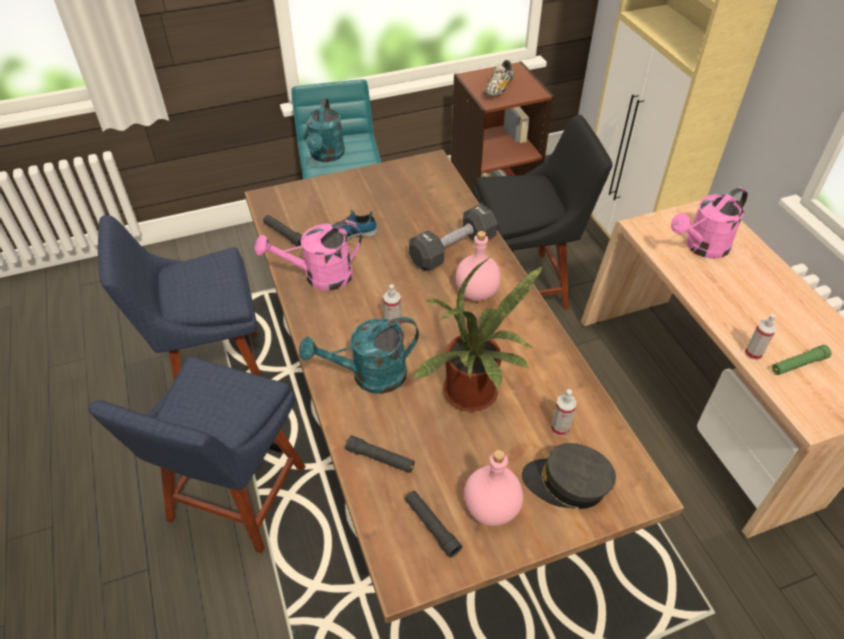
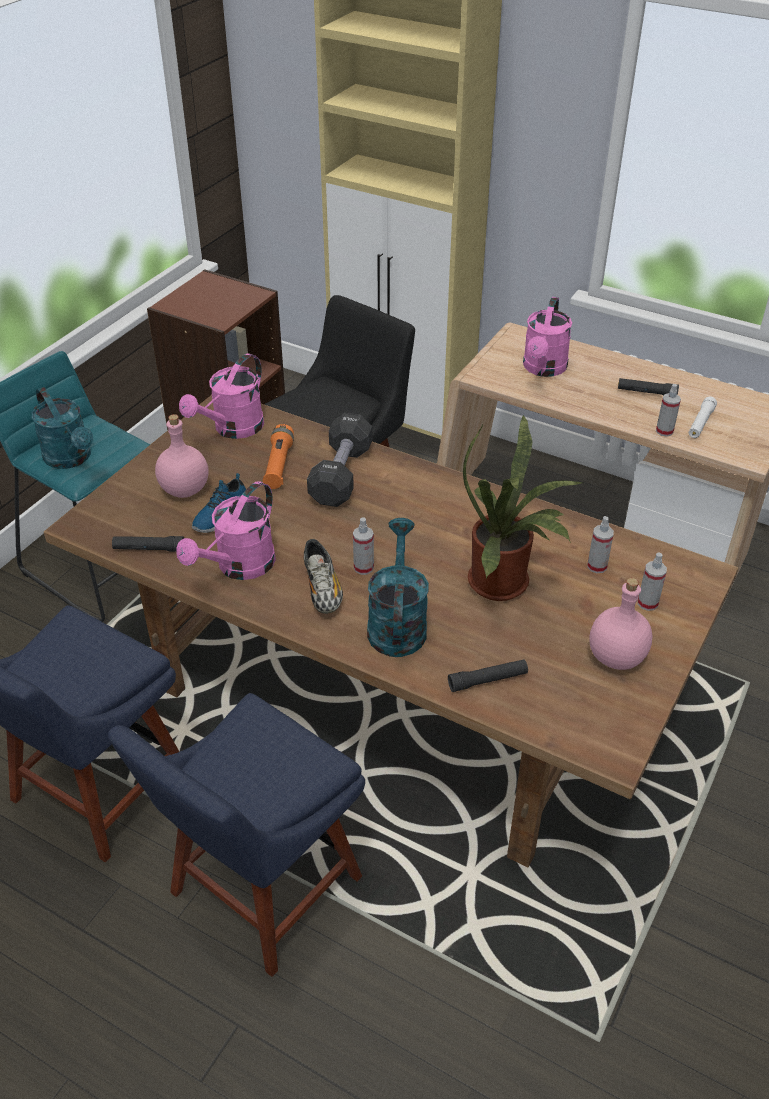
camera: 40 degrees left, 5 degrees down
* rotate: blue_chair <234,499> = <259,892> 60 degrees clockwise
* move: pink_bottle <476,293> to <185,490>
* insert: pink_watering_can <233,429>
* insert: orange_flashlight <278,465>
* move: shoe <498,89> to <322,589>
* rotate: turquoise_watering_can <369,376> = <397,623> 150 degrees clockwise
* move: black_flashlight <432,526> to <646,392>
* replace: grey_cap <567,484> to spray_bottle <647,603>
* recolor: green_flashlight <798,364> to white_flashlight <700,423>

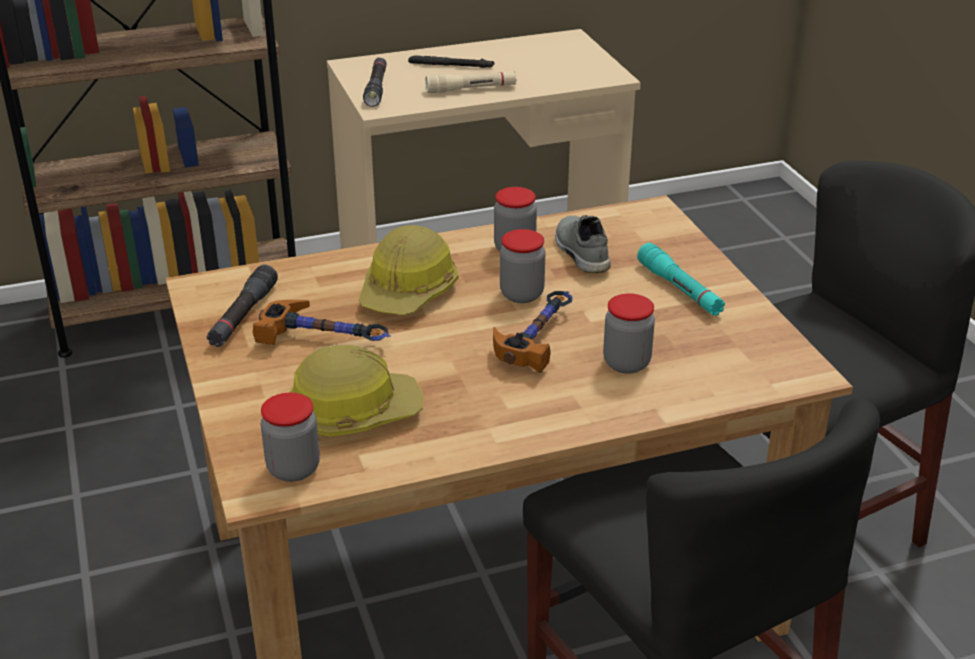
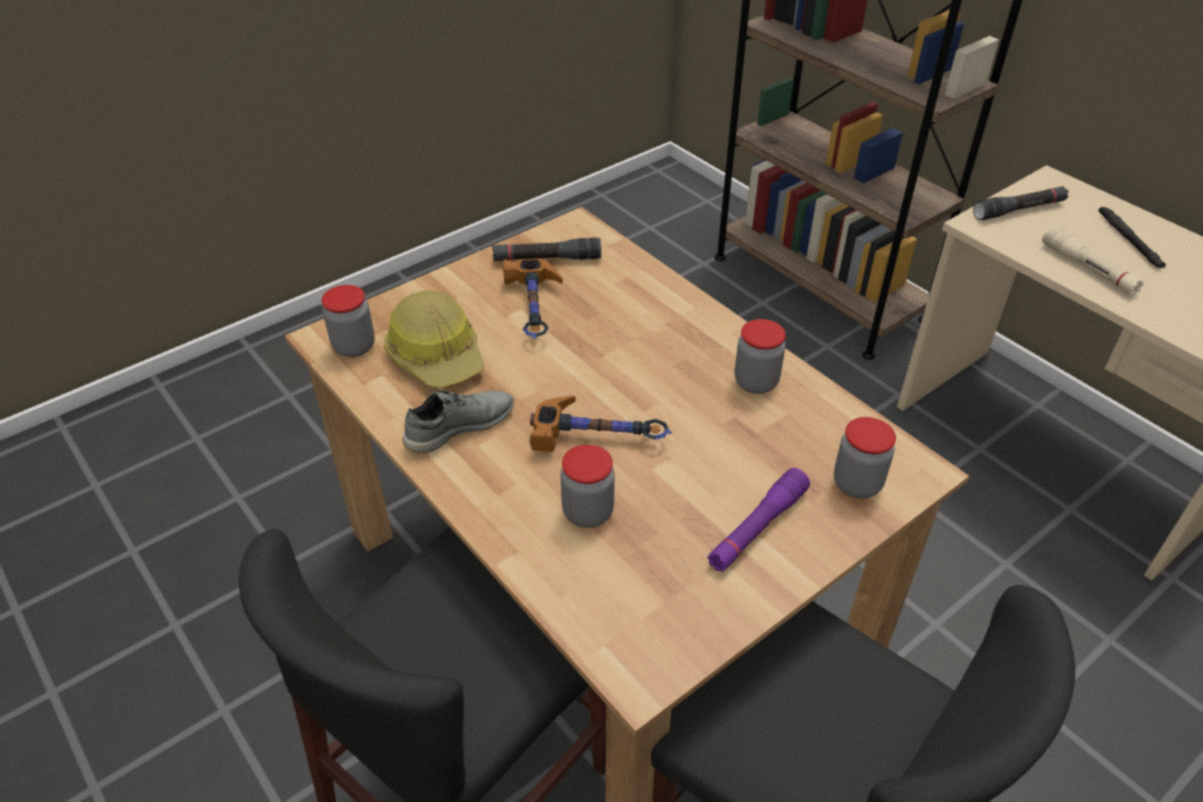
camera: 70 degrees right, 10 degrees up
* move: grey_shoe <580,252> to <459,426>
* recolor: turquoise_flashlight <679,289> to purple_flashlight <757,528>
* move: jar <521,294> to <857,484>
* delete: hard_hat <408,291>

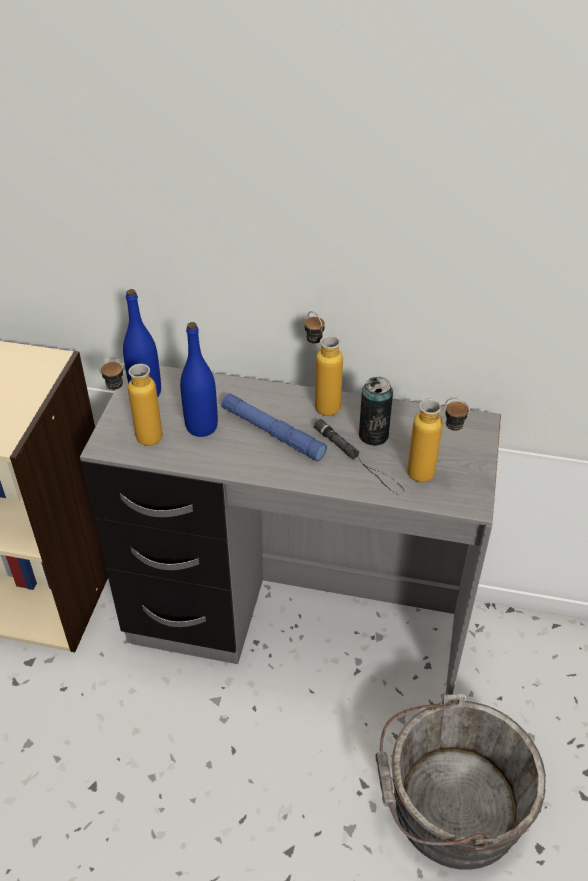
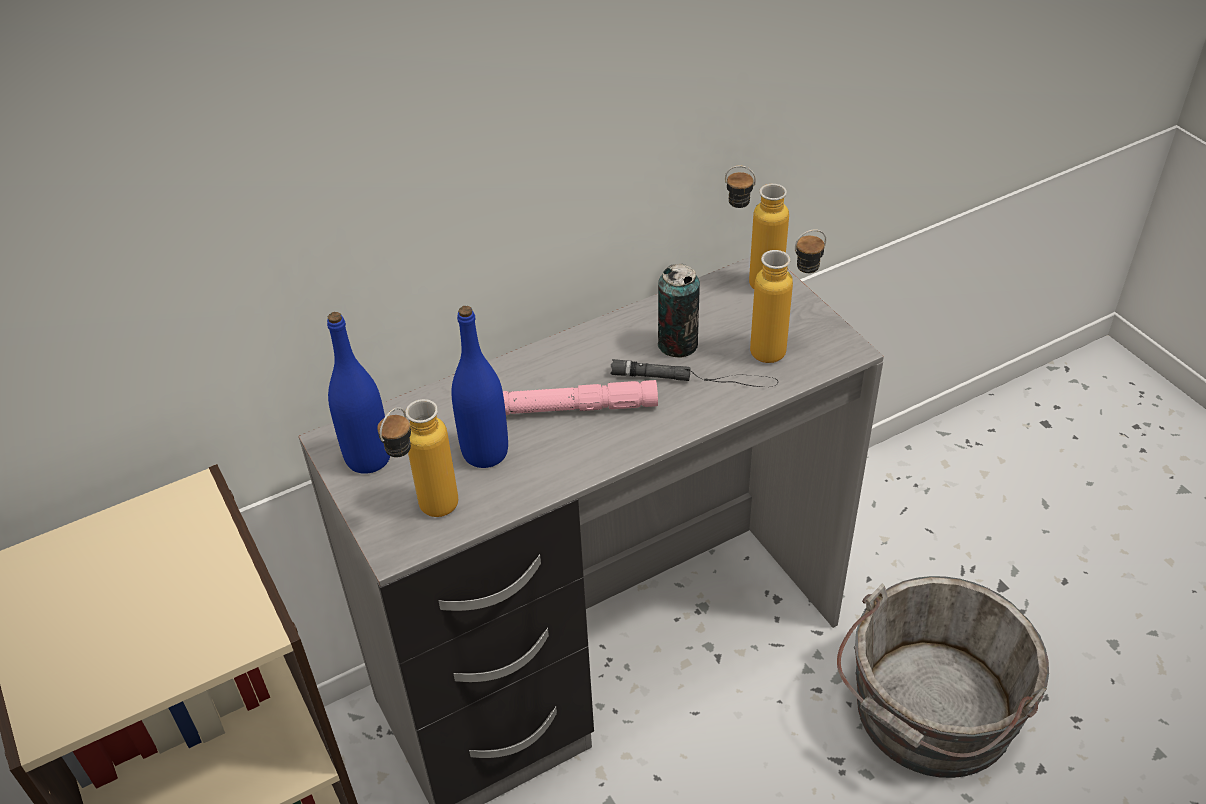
camera: 40 degrees left, 0 degrees up
* recolor: blue_flashlight <272,432> to pink_flashlight <572,408>
* move: bottle <321,402> to <751,282>

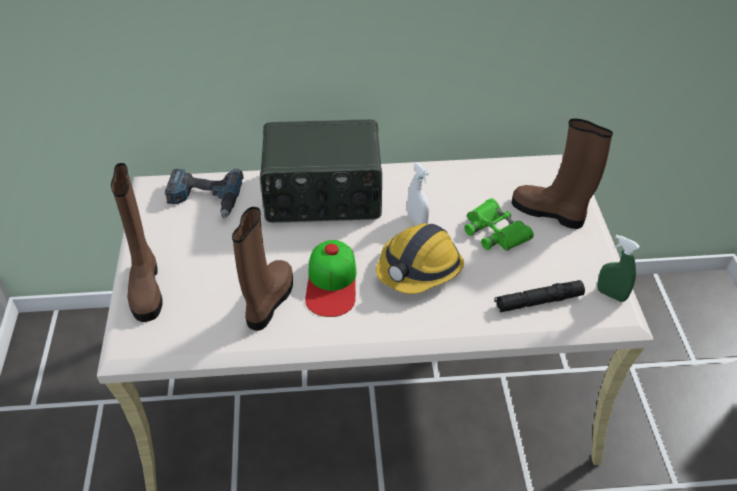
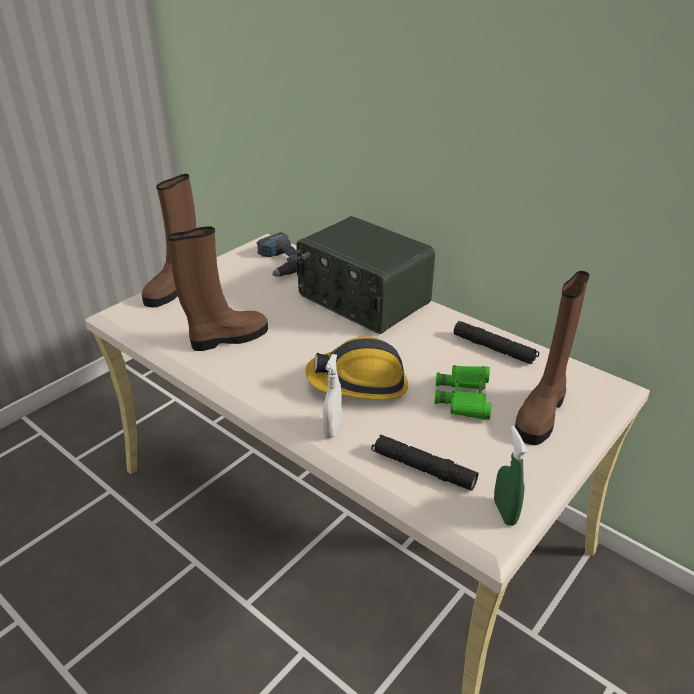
camera: 45 degrees right, 10 degrees down
* move: white_spray_bottle <417,221> to <332,428>
* insert: black_flashlight <494,349>
* rotate: brown_boot <550,212> = <541,414> 135 degrees counterclockwise
* delete: cap <332,283>

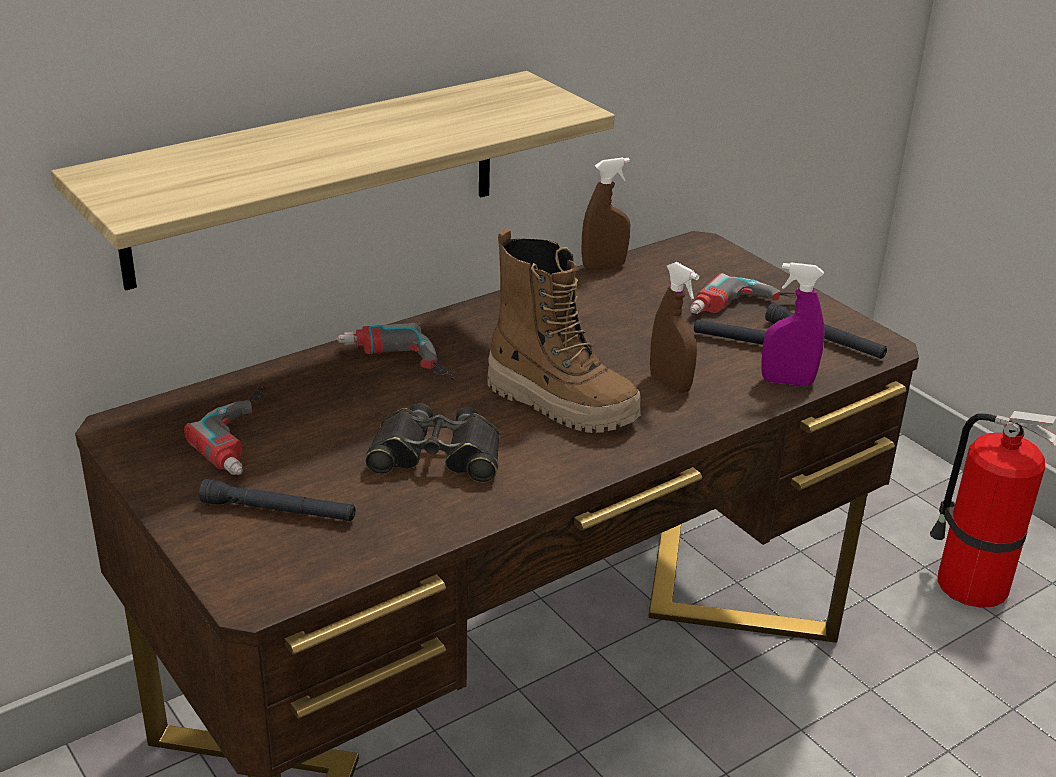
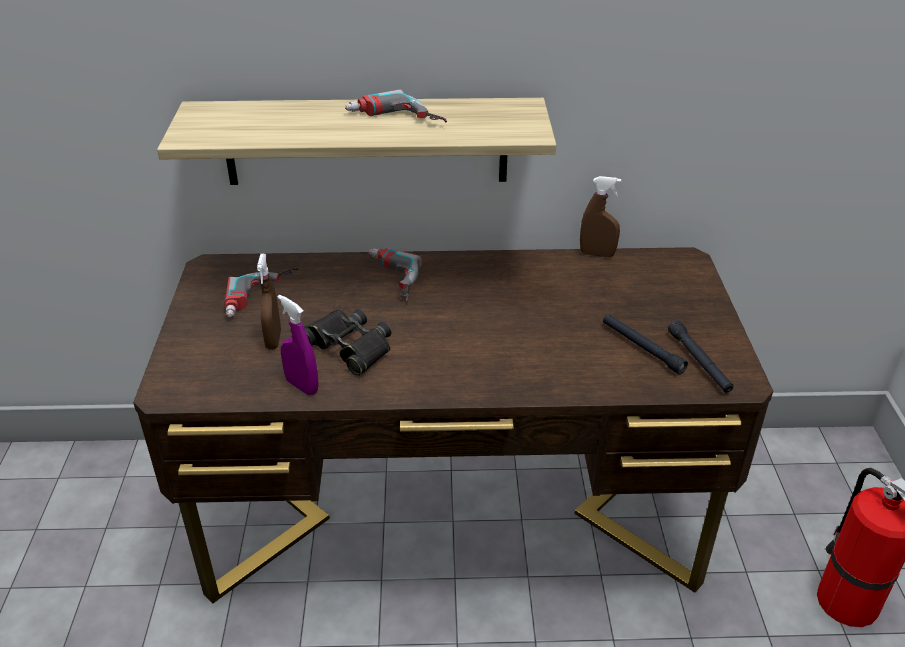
camera: 35 degrees right, 5 degrees up
* move: brown_spray_bottle <670,383> to <273,340>
* move: purple_spray_bottle <787,381> to <302,386>
* move: power_drill <747,310> to <394,120>
* delete: black_flashlight <278,511>
* delete: boot <561,403>

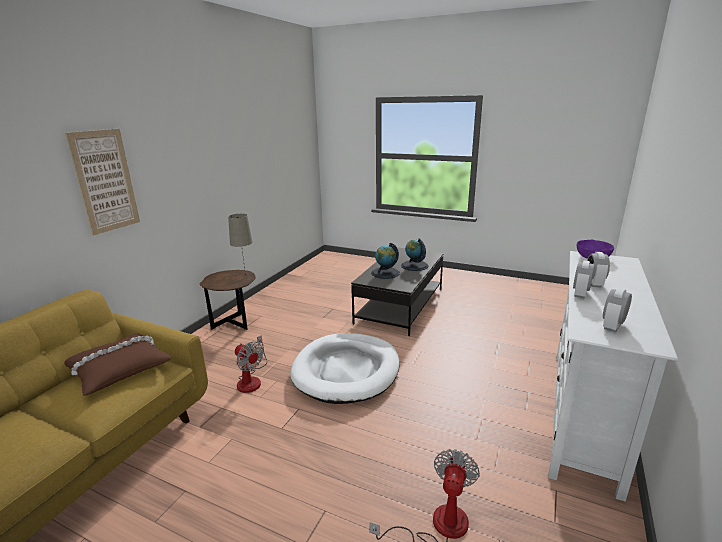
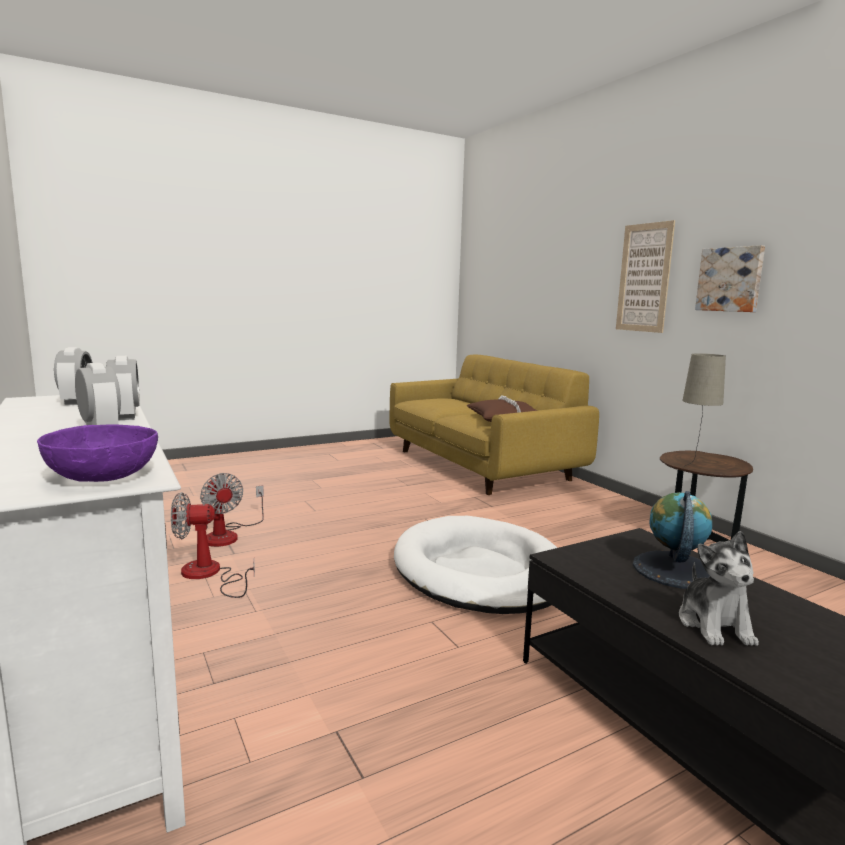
camera: 125 degrees right, 10 degrees down
* move: fan <251,379> to <208,575>
* replace: globe <414,265> to plush_toy <715,625>
* insert: picture <730,279>

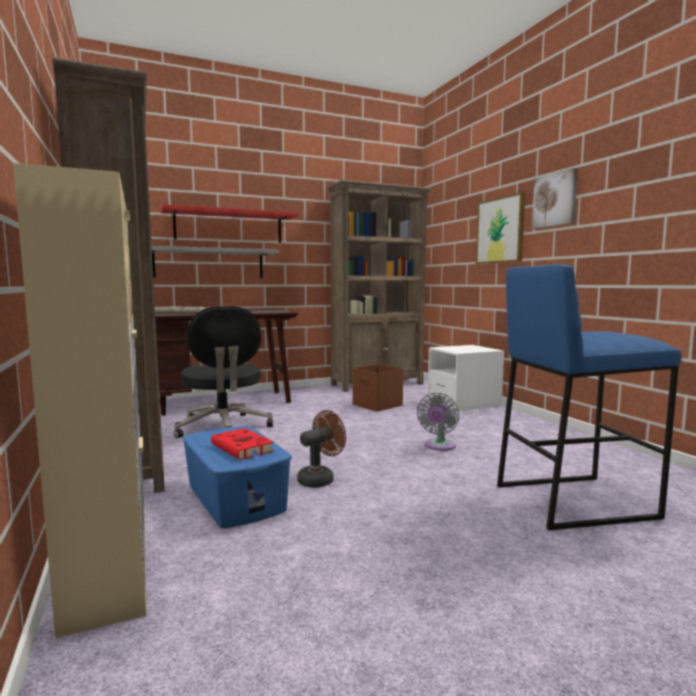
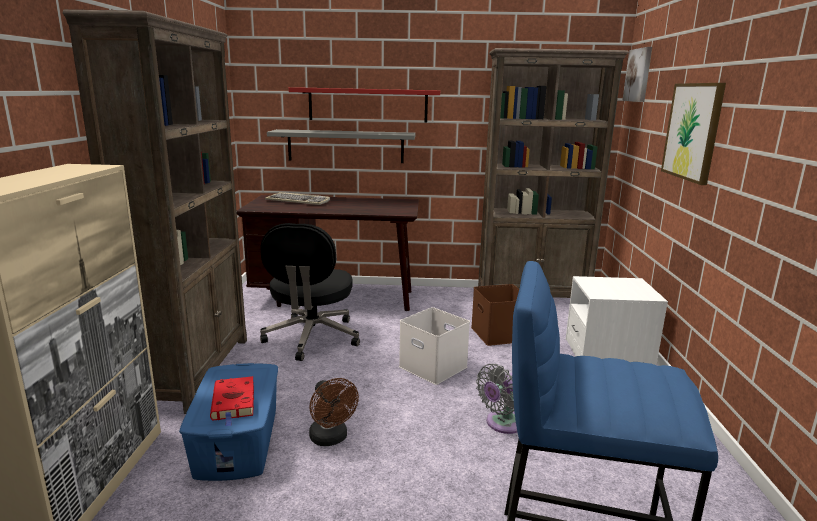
camera: 25 degrees right, 10 degrees up
* rotate: brown_fan <320,479> = <331,439> 75 degrees clockwise
* insert: white_storage_box <434,366>
* move: picture <555,200> to <638,75>

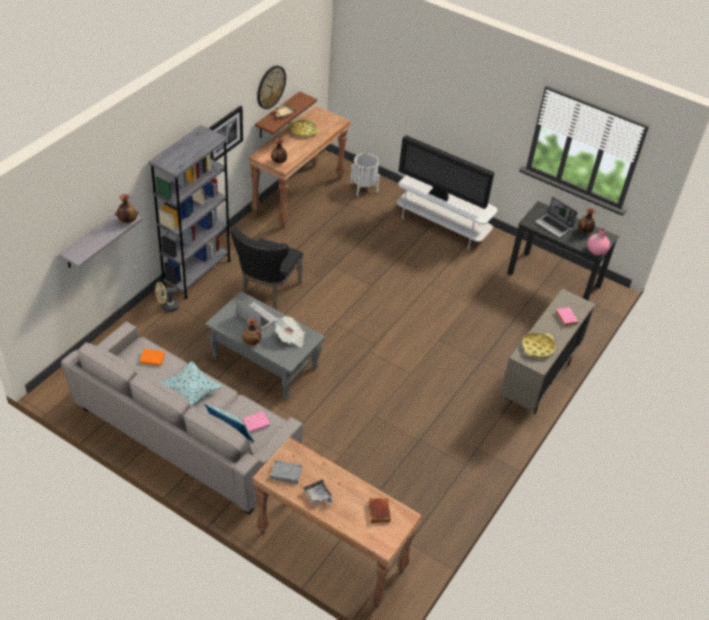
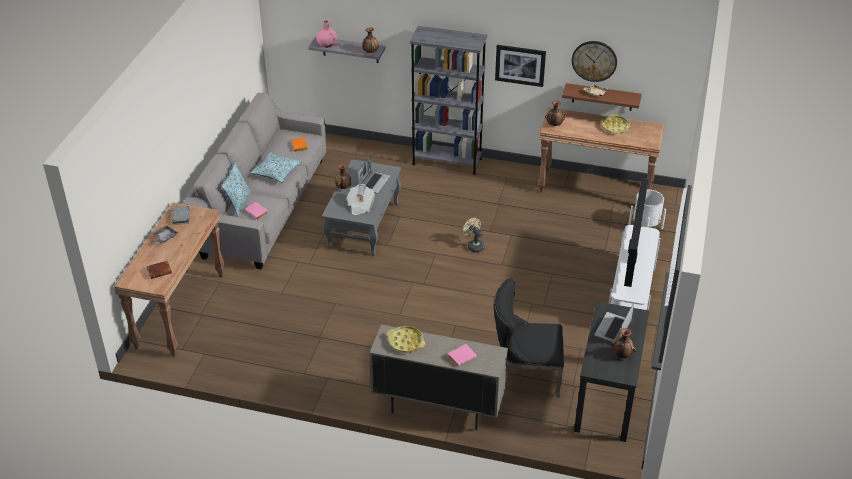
camera: 75 degrees right, 5 degrees down
* move: pink_vase <596,250> to <327,44>
* move: beige_fan <167,307> to <474,246>
* move: black_chair <267,293> to <525,375>

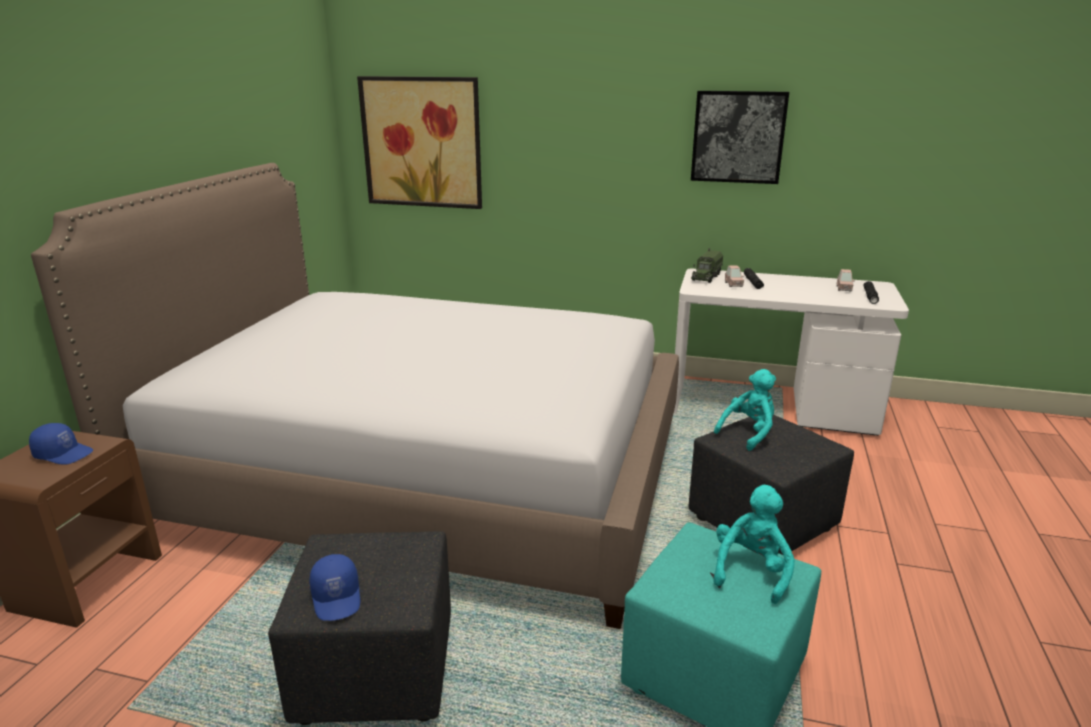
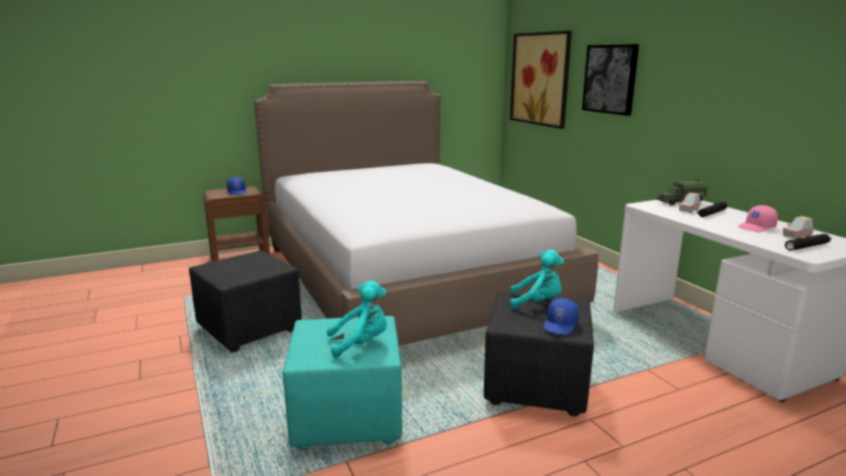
camera: 50 degrees right, 5 degrees down
* move: blue_cap <337,598> to <560,325>
* move: picture <738,137> to <610,79>
* insert: pink_cap <756,227>

